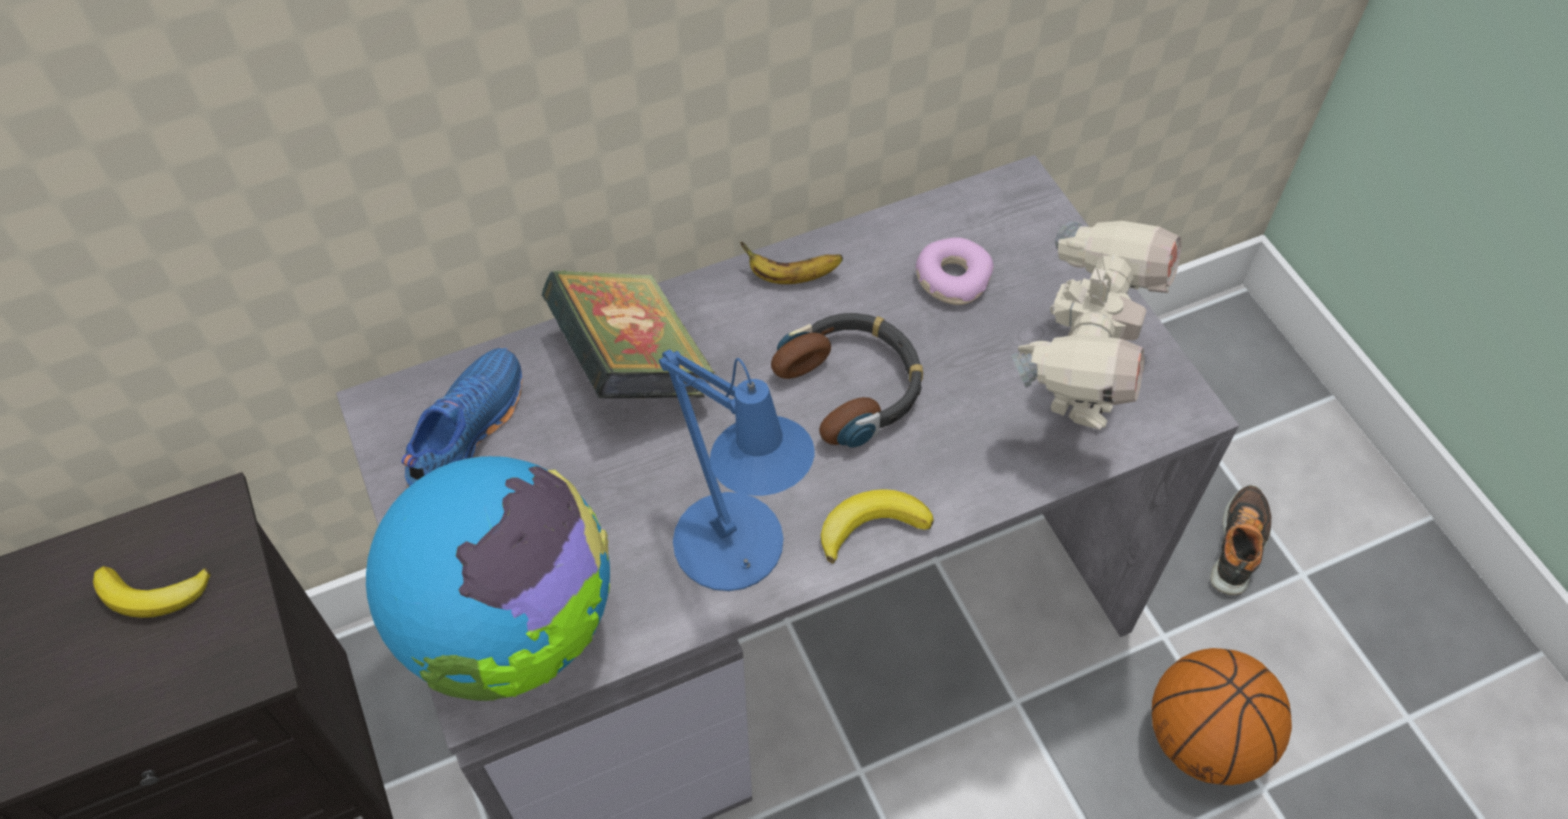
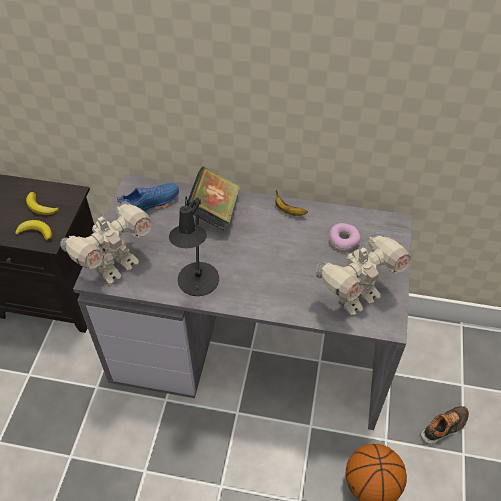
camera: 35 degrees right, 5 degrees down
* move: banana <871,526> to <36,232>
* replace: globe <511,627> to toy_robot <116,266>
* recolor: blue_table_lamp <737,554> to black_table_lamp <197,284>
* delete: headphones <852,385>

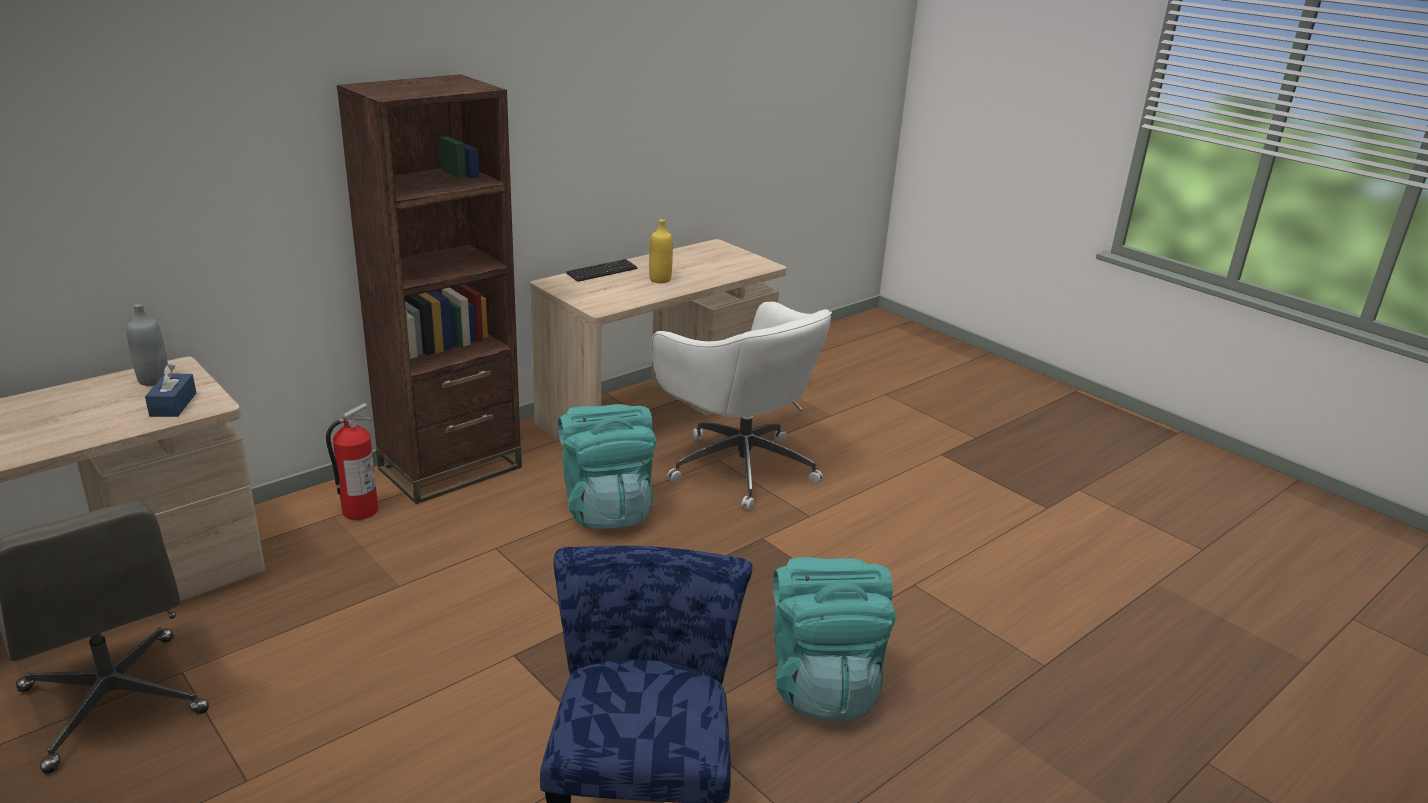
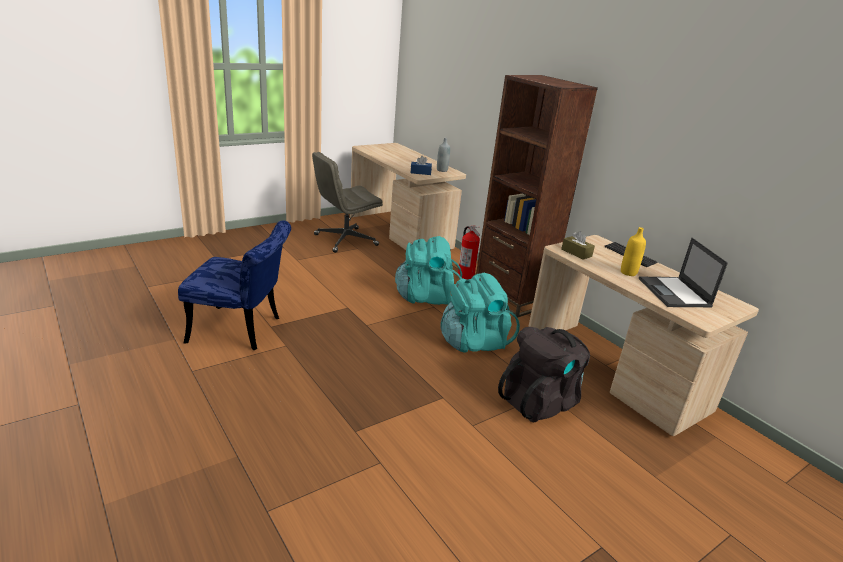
camera: 95 degrees right, 0 degrees up
* move: turquoise_backpack <823,685> to <426,296>
* replace: white_office_chair <739,466> to black_backpack <540,402>
* insert: brown_tissue_box <576,253>
* insert: laptop <674,293>

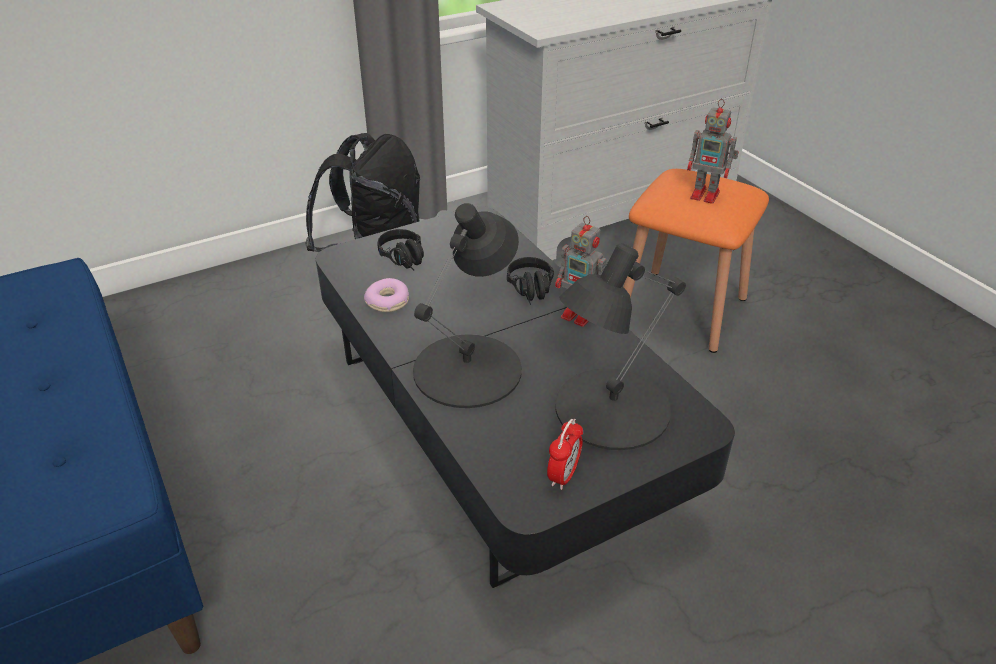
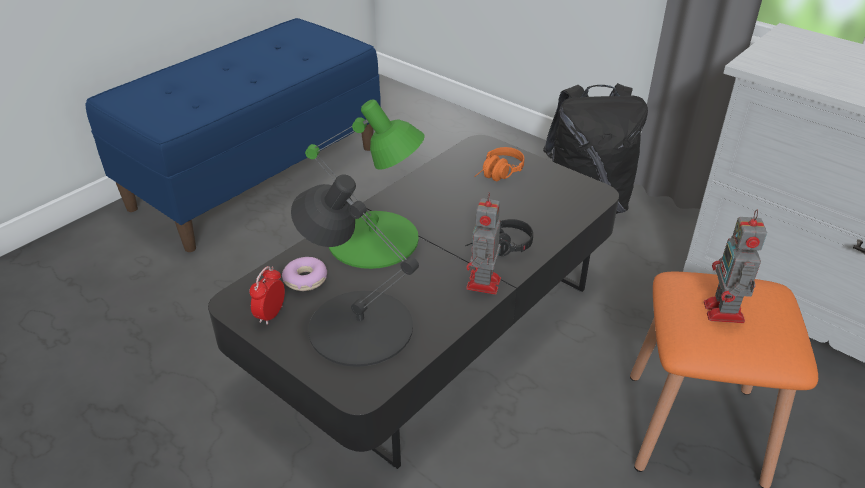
camera: 70 degrees right, 0 degrees up
* rotate: alarm_clock <563,475> = <271,314> 105 degrees clockwise
* move: donut <388,302> to <306,280>
* recolor: black_table_lamp <469,369> to green_table_lamp <374,240>
* recolor: black_headphones <406,260> to orange_headphones <498,174>

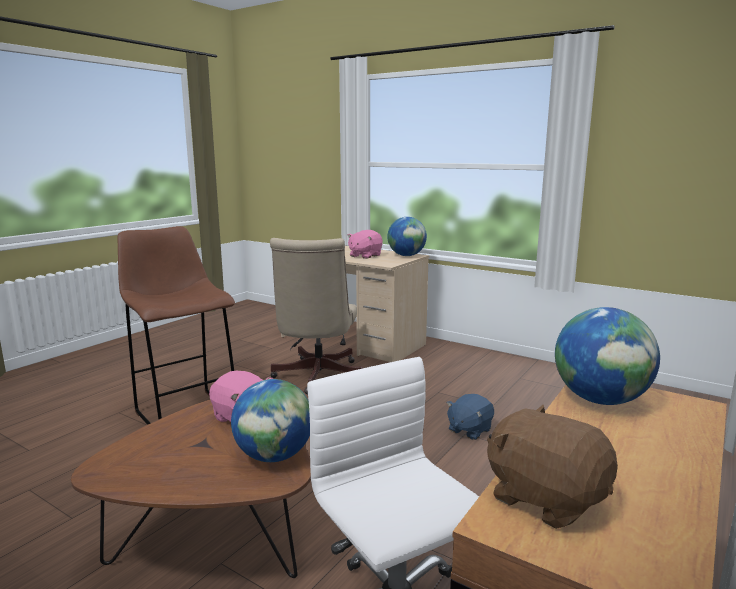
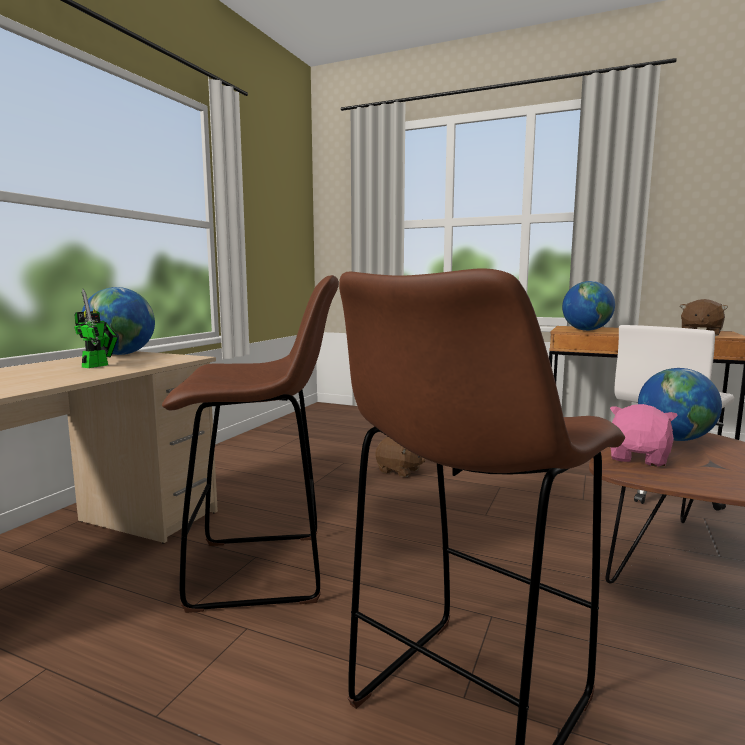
camera: 100 degrees left, 5 degrees down
* replace: pink_plush_toy <364,256> to toy_robot <98,365>
* replace: beige_office_chair <316,377> to brown_stool <264,570>
* recolor: blue_plush_toy <469,430> to brown_plush_toy <399,471>

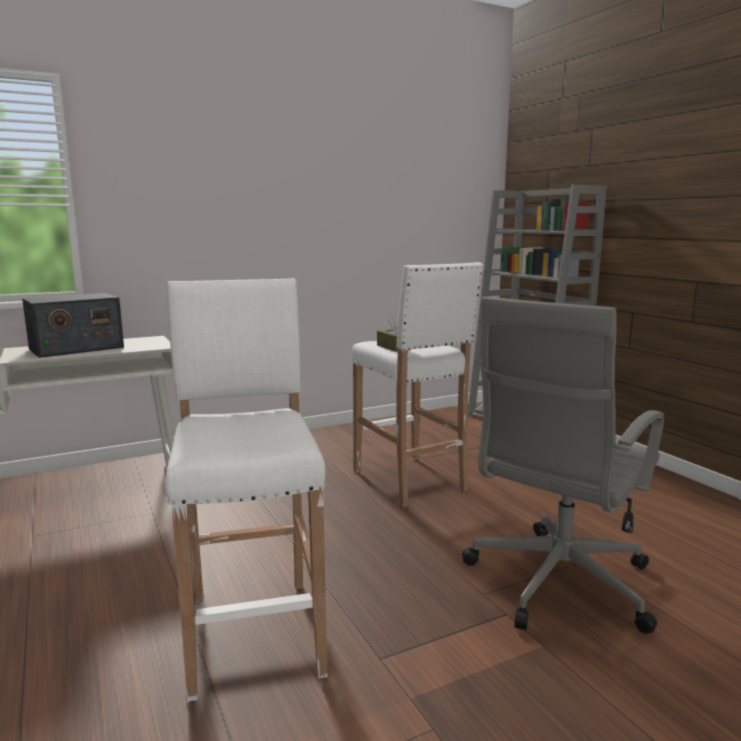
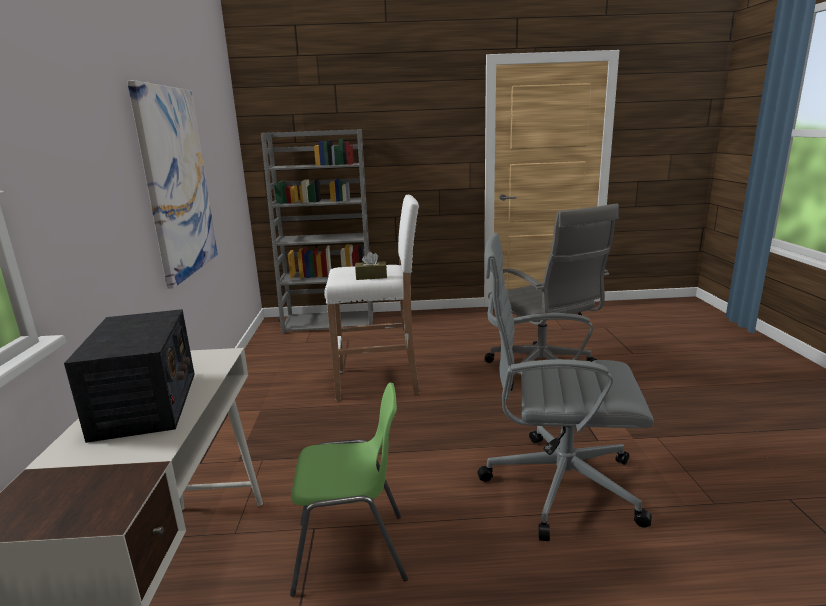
camera: 65 degrees left, 5 degrees up
* insert: picture <176,183>
* insert: green_chair <352,552>
* replace: white_stool <253,631> to grey_office_chair <556,484>

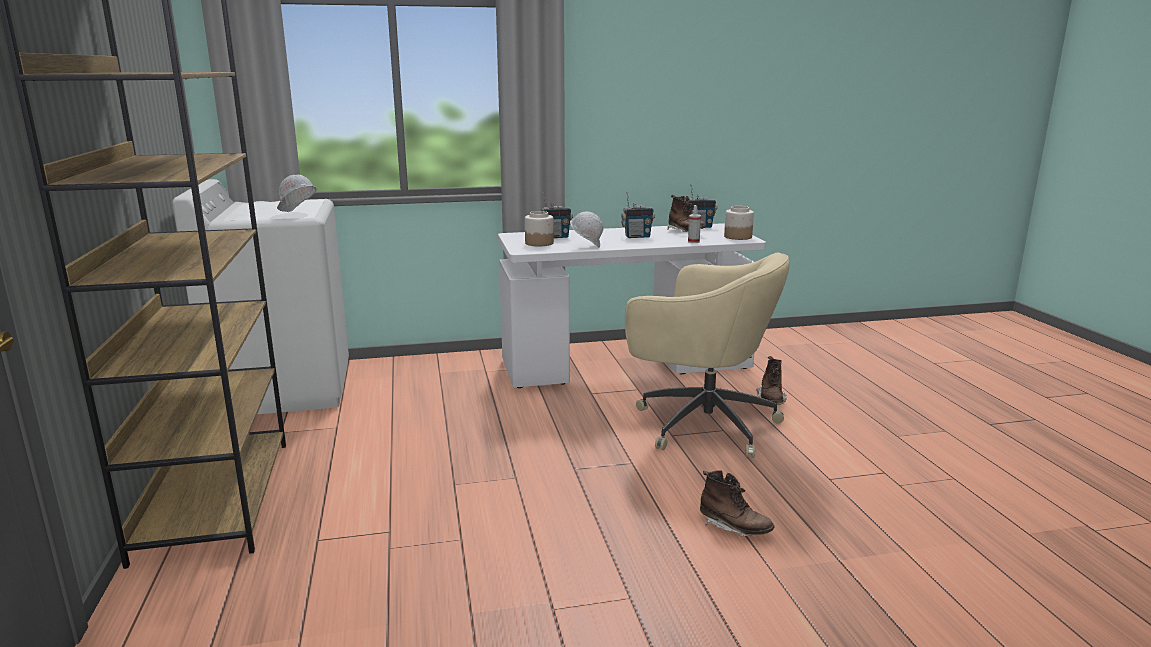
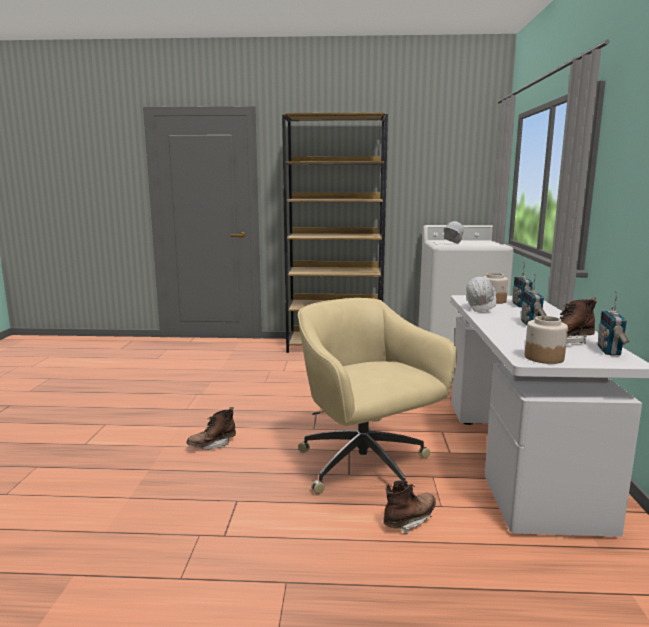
camera: 105 degrees right, 5 degrees down
* rotate: beige_office_chair <701,423> = <365,467> 105 degrees clockwise
* rotate: brown_boot <771,400> = <409,520> 120 degrees clockwise
* delete: spray_bottle <693,242>

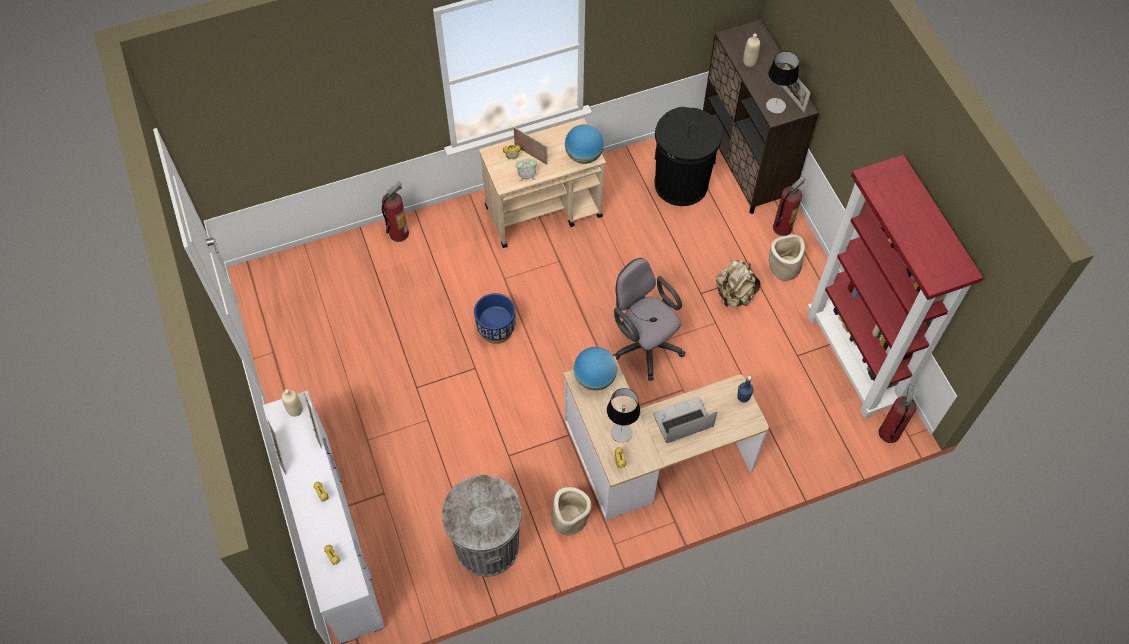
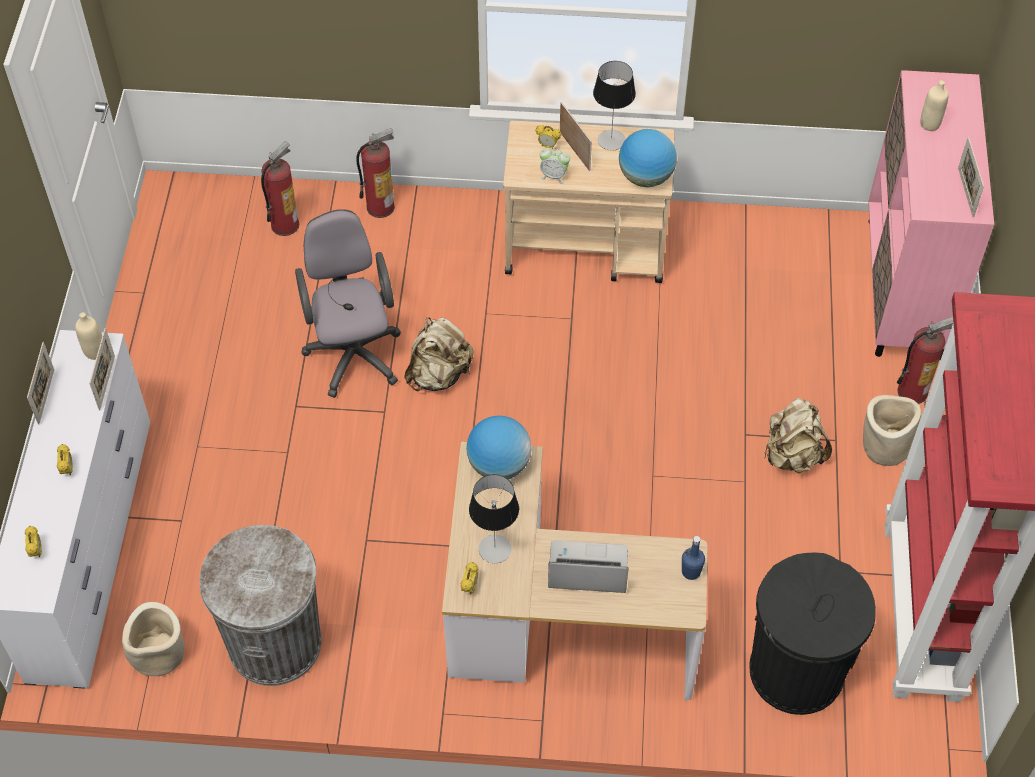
camera: 25 degrees right, 5 degrees down
* move: beige_planter <569,519> to <158,655>
* move: fire_extinguisher <889,433> to <285,224>
* move: grey_office_chair <644,344> to <353,351>
* replace: blue_planter <496,329> to beige_backpack <439,374>
* move: table_lamp <775,105> to <611,140>
* move: black_trash_can <681,184> to <796,671>
* recolor: brown_cabinet <745,165> to pink_cabinet <904,288>

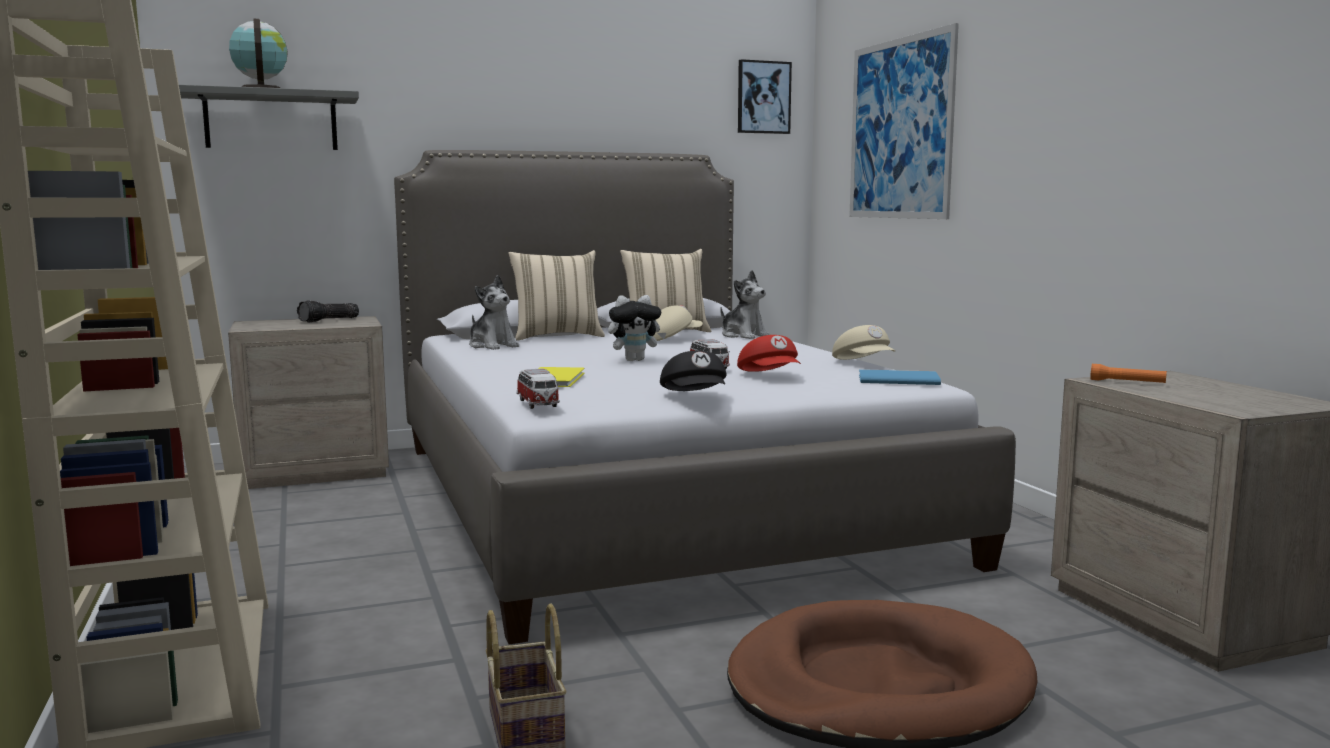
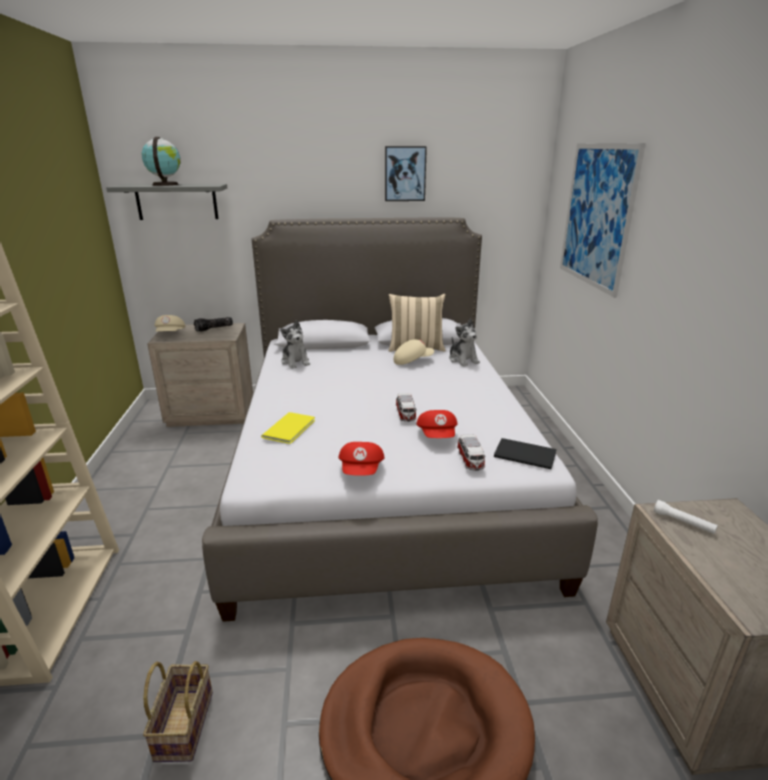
camera: 15 degrees right, 15 degrees up
* move: beige_cap <864,363> to <171,334>
* recolor: black_cap <696,397> to red_cap <362,470>
* move: picture <763,97> to <405,174>
* move: toy_car <538,404> to <470,460>
* recolor: blue_book <896,379> to black_book <523,454>
* recolor: orange_flashlight <1127,382> to white_flashlight <683,522>
* delete: beige_pillow <556,336>
* delete: plush_toy <635,360>

